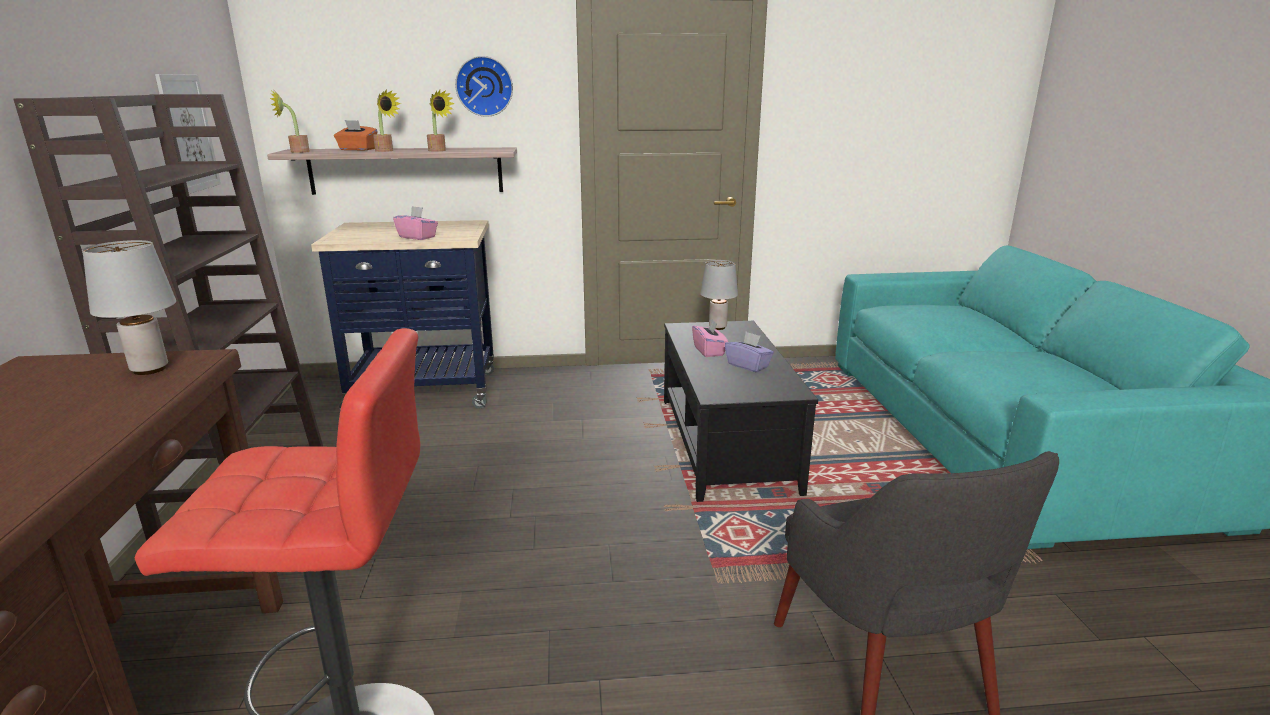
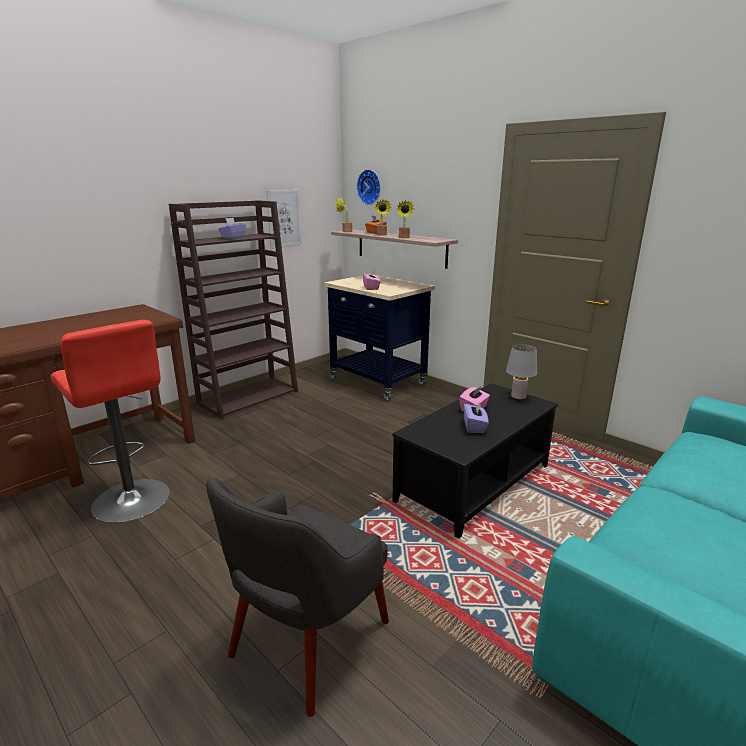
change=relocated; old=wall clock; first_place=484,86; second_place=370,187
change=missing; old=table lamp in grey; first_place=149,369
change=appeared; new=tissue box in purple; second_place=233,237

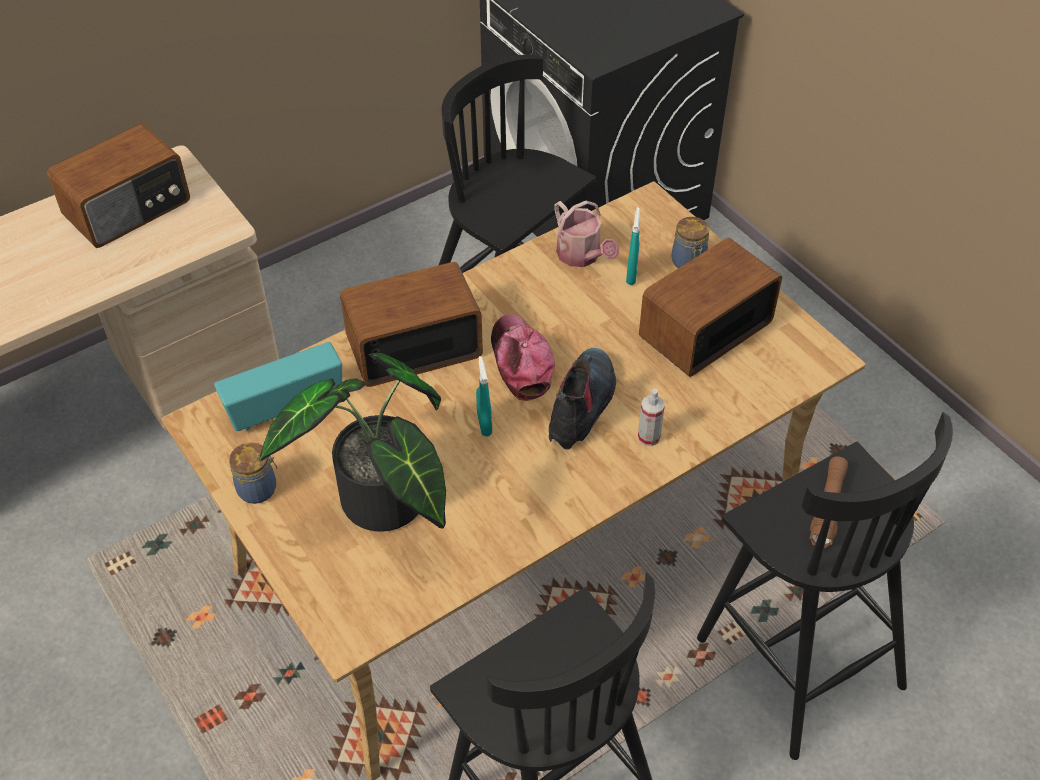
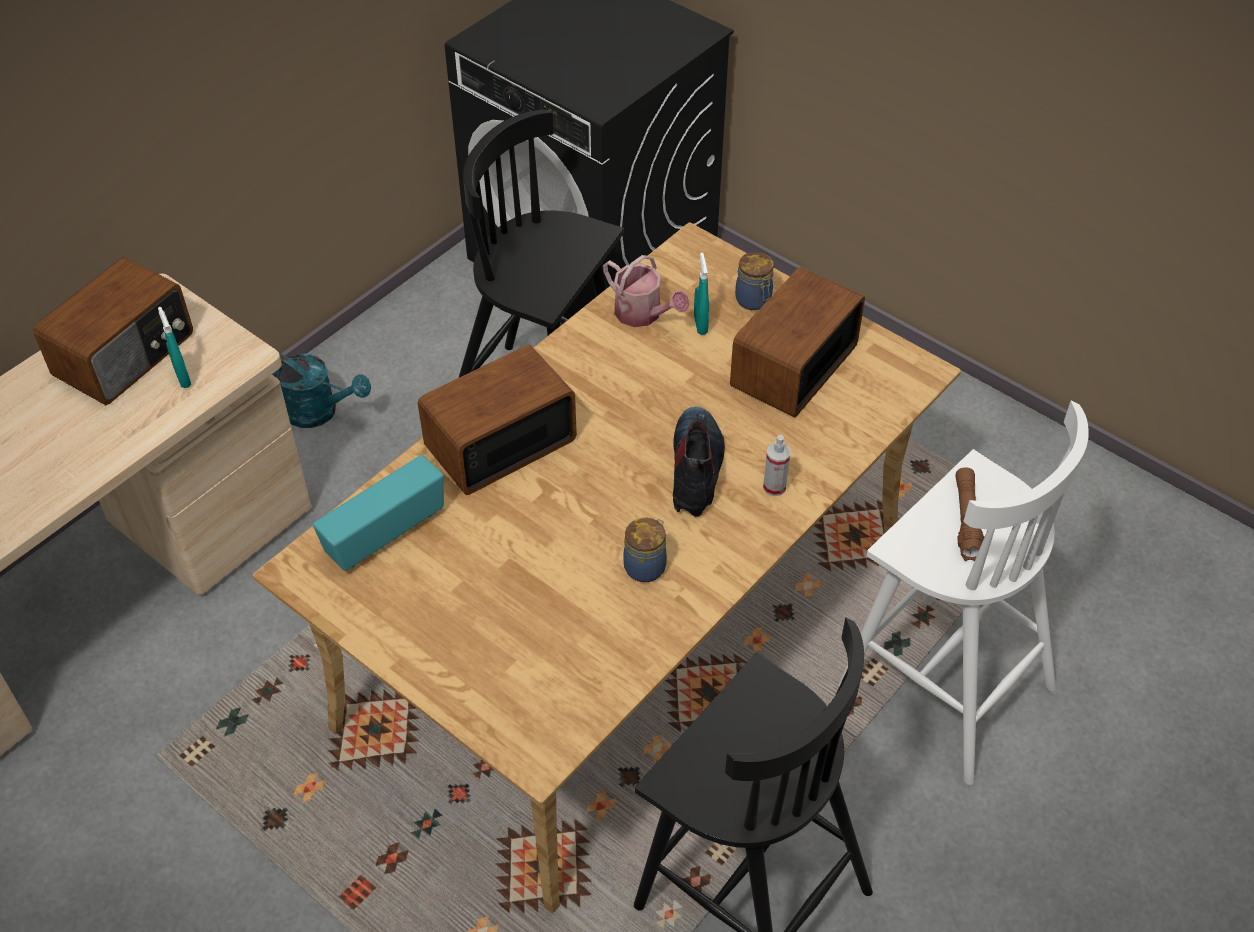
change=missing; old=cap; first_place=520,361
change=missing; old=potted plant; first_place=383,507
change=relocated; old=spray bottle in turquoise; first_place=484,424; second_place=183,378
change=colour; old=stool in black; new=stool in white; first_place=794,657; second_place=939,683
change=relocated; old=jar; first_place=259,488; second_place=646,566
change=appeared; new=watering can in turquoise; second_place=319,412

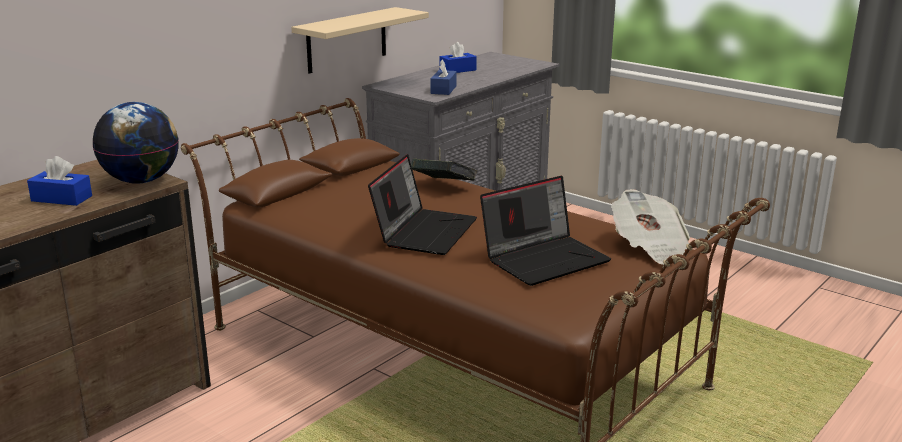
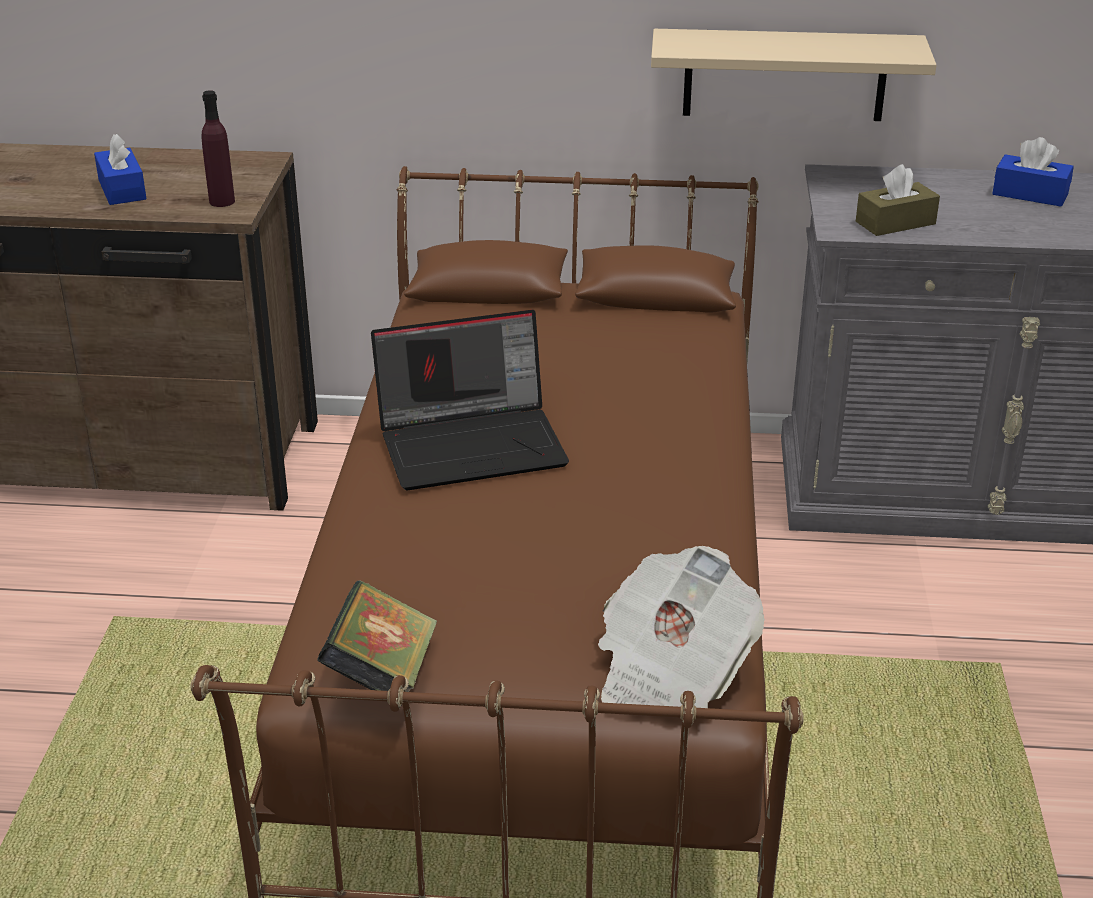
change=colour; old=tissue box in blue; new=tissue box in brown; first_place=443,90; second_place=895,223
change=exchanged; old=globe; new=bottle in purple; first_place=141,181; second_place=222,201
change=relocated; old=book; first_place=443,187; second_place=382,675
change=missing; old=laptop; first_place=545,258

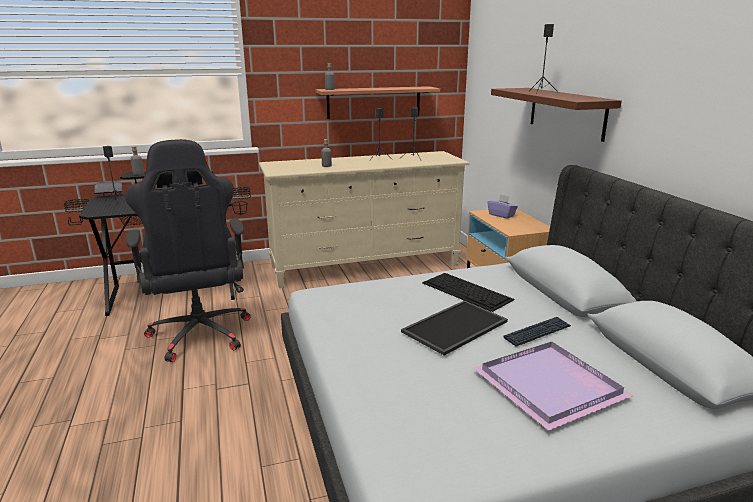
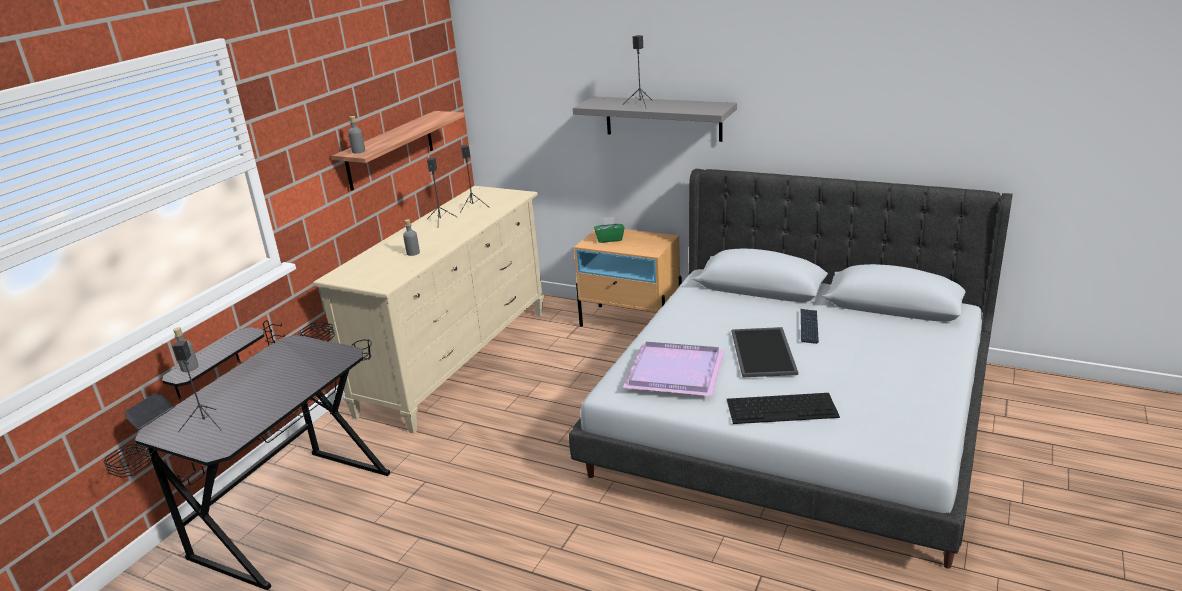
change=colour; old=shelf in brown; new=shelf in grey; first_place=566,112; second_place=663,118
change=missing; old=office chair in black; first_place=200,334
change=colour; old=tissue box in purple; new=tissue box in green; first_place=501,215; second_place=609,239
change=relocated; old=keyboard; first_place=467,291; second_place=782,408
change=relocated; old=tray in purple; first_place=552,386; second_place=677,371

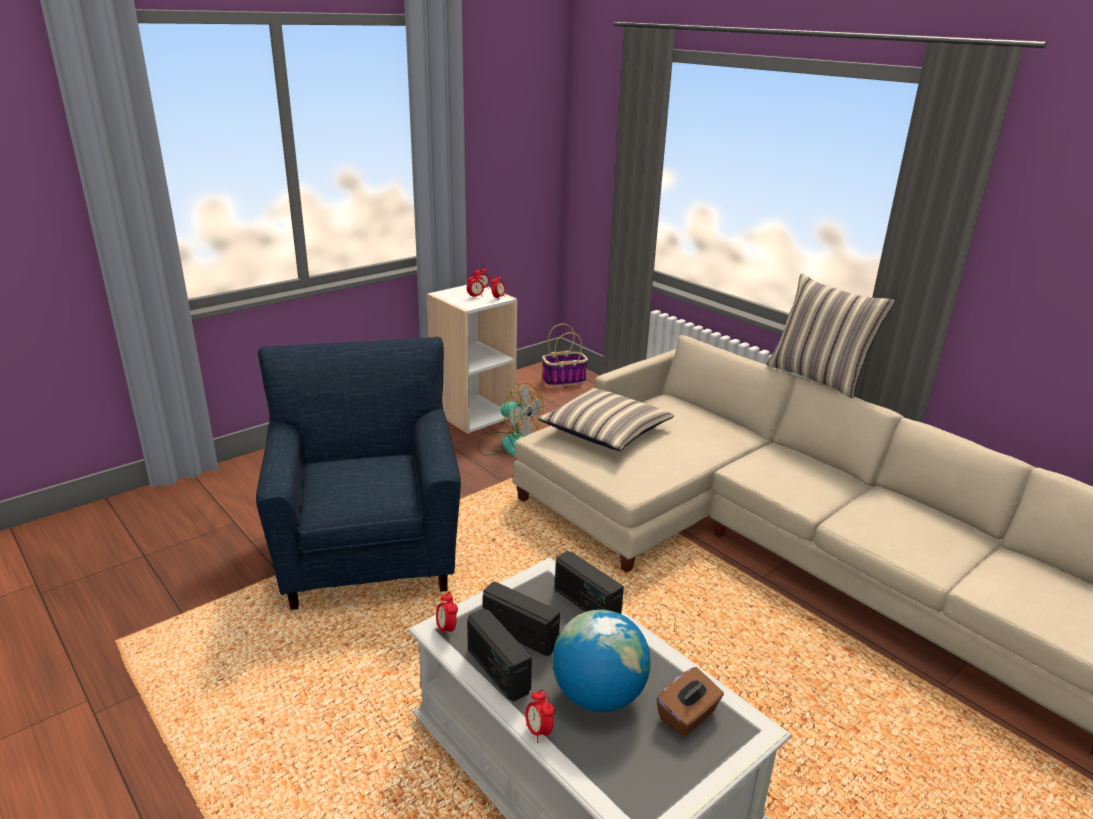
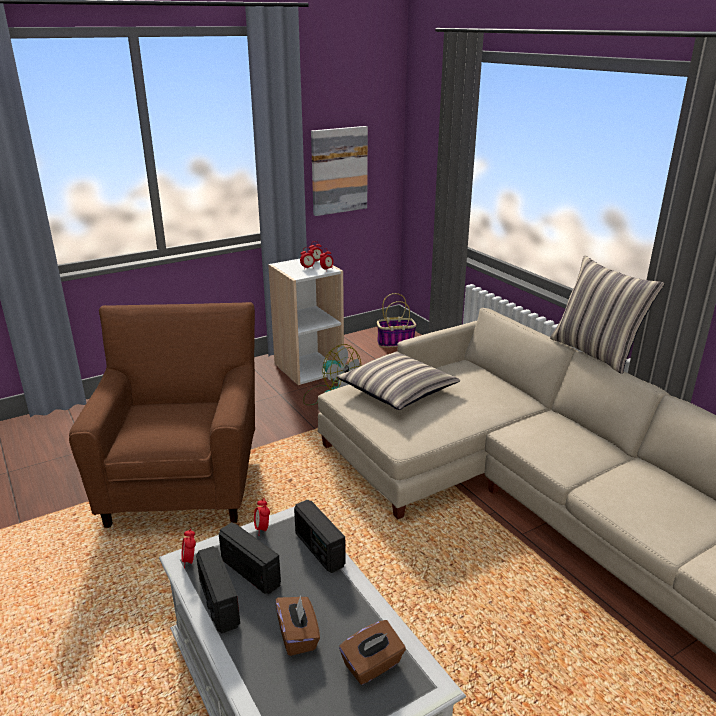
change=colour; old=armchair in blue; new=armchair in brown; first_place=368,551; second_place=183,482
change=exchanged; old=globe; new=tissue box in brown; first_place=598,695; second_place=298,636
change=relocated; old=alarm clock; first_place=538,731; second_place=262,529
change=appeared; new=picture; second_place=339,170

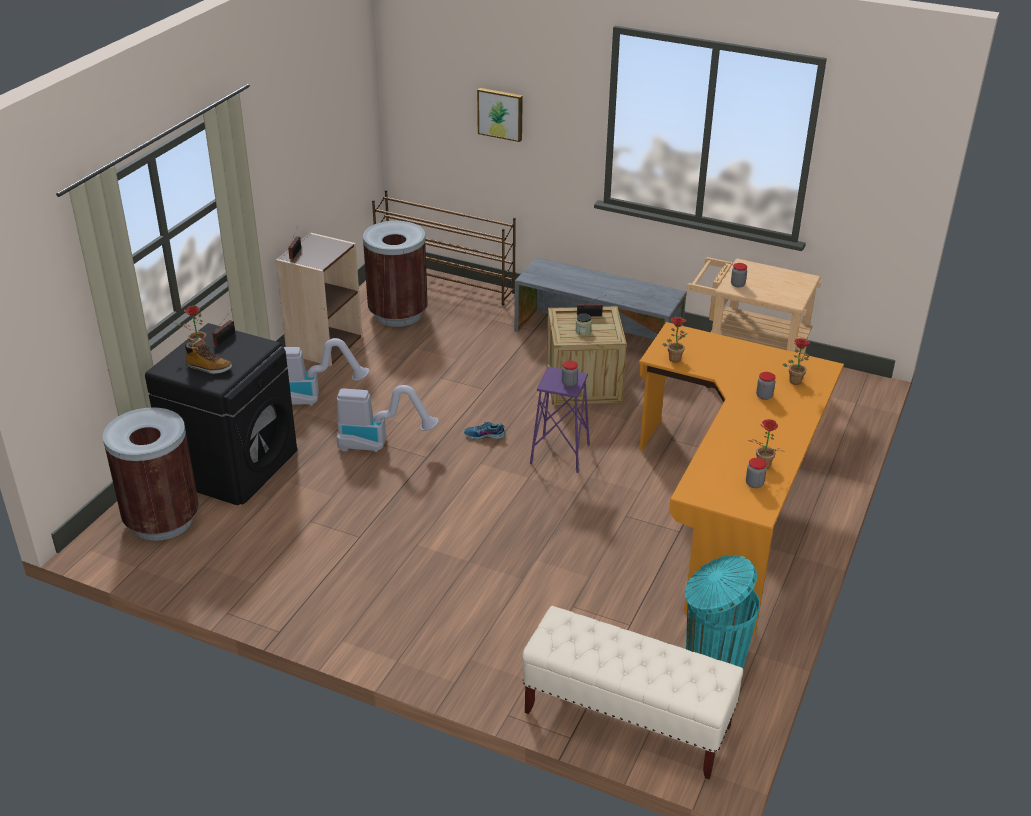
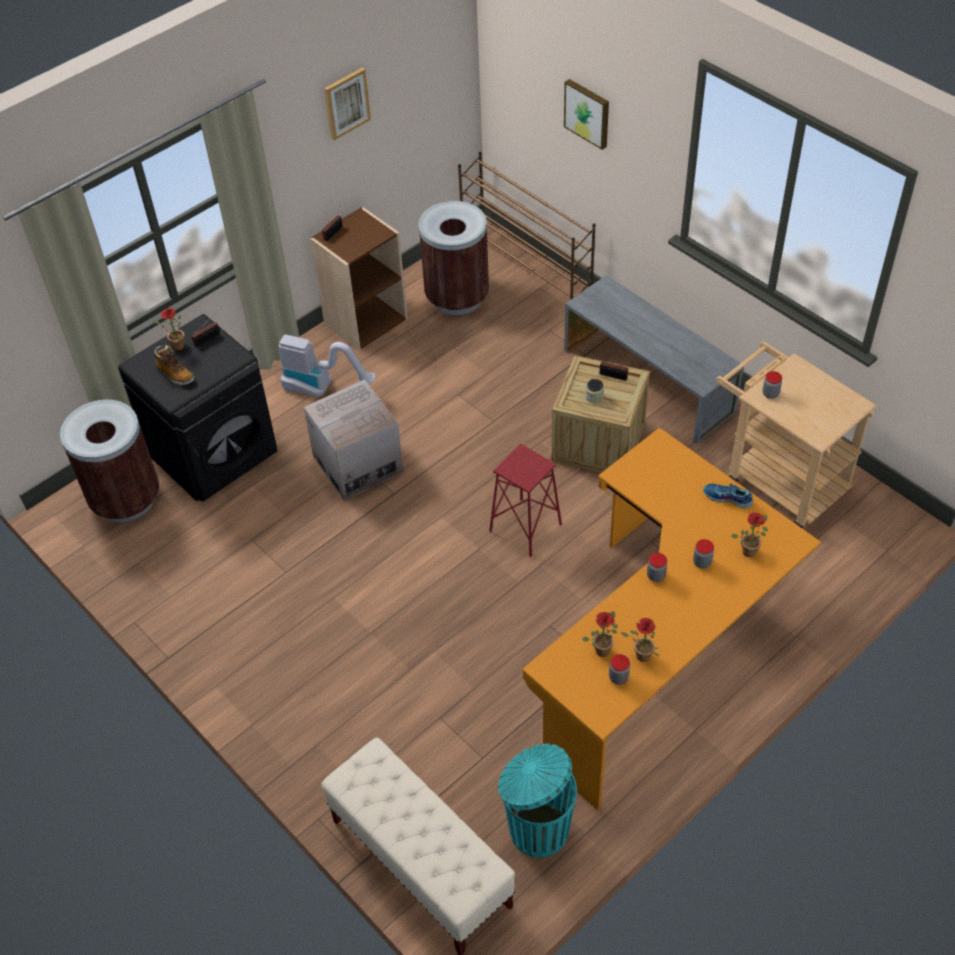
change=relocated; old=potted plant; first_place=673,358; second_place=602,647
change=relocated; old=jar; first_place=569,383; second_place=656,575
change=colour; old=stool in purple; new=stool in red; first_place=560,454; second_place=525,527
change=exchanged; old=vacuum cleaner; new=cardboard box; first_place=380,444; second_place=358,464
change=relocated; old=shoe; first_place=484,435; second_place=727,498
change=appeared; new=picture; second_place=346,103

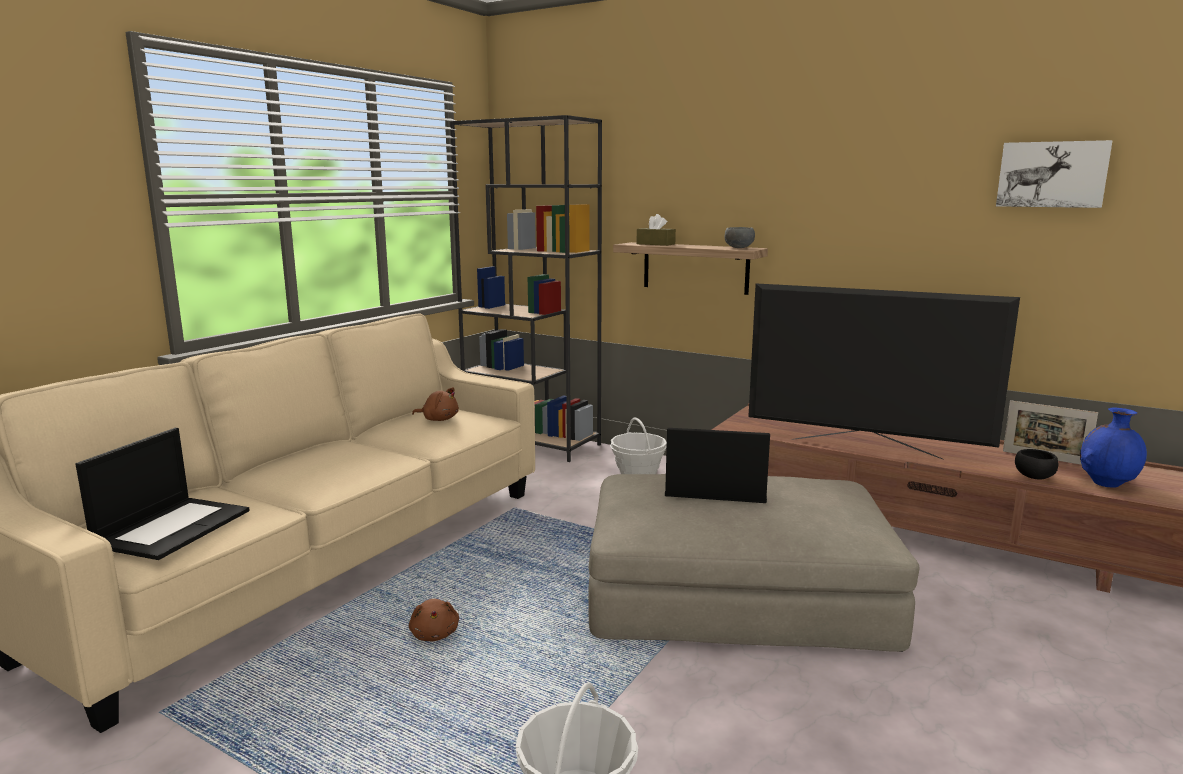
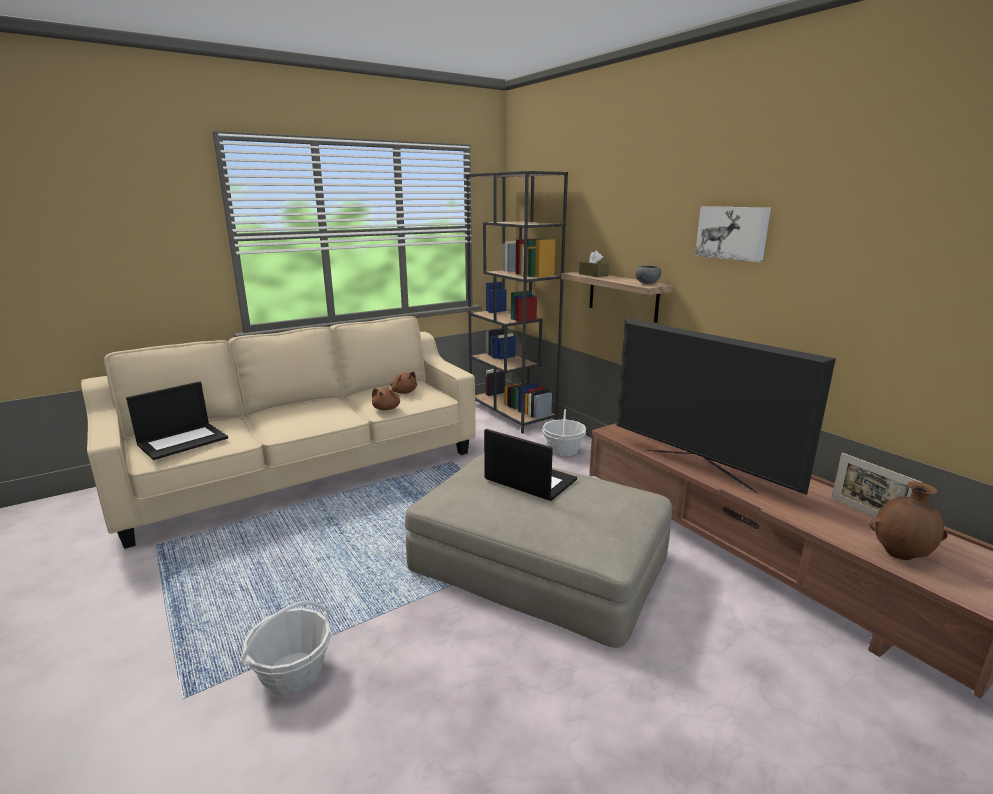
change=relocated; old=picture; first_place=1052,174; second_place=732,233
change=colour; old=vase in blue; new=vase in brown; first_place=1107,484; second_place=900,555
change=missing; old=bowl in black; first_place=1034,477
change=relocated; old=plush toy in brown; first_place=435,634; second_place=387,408

